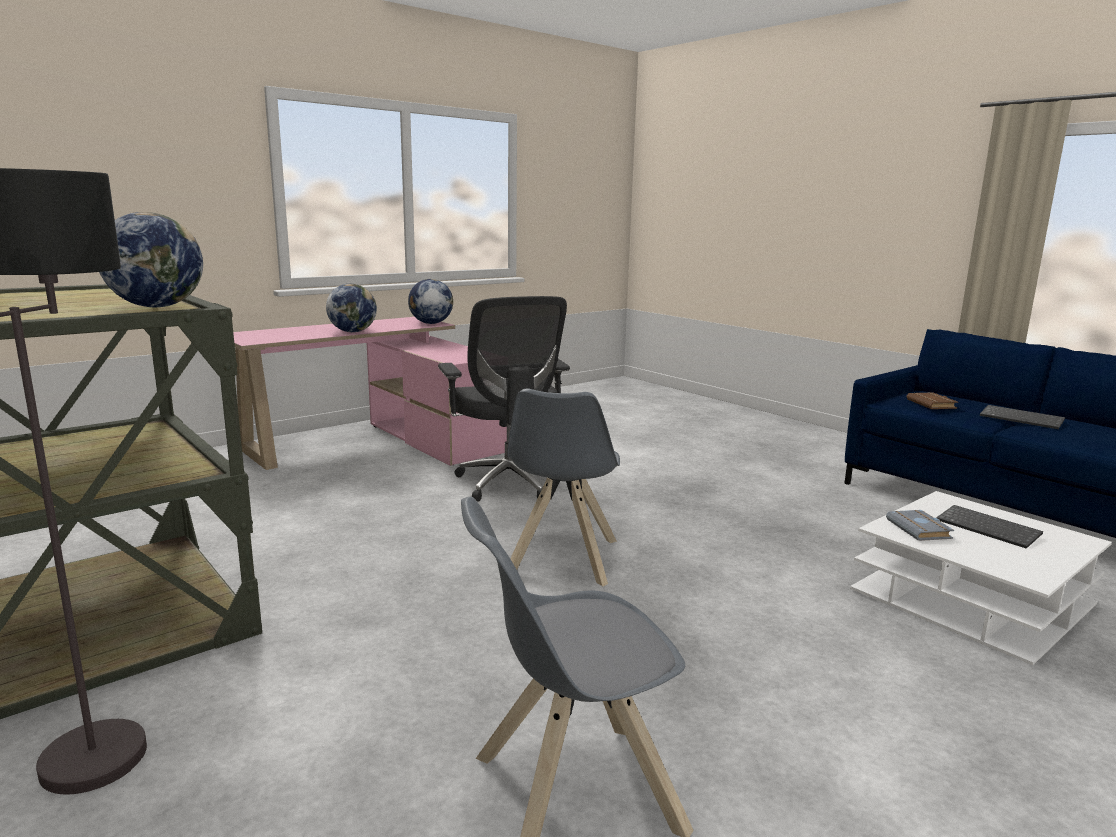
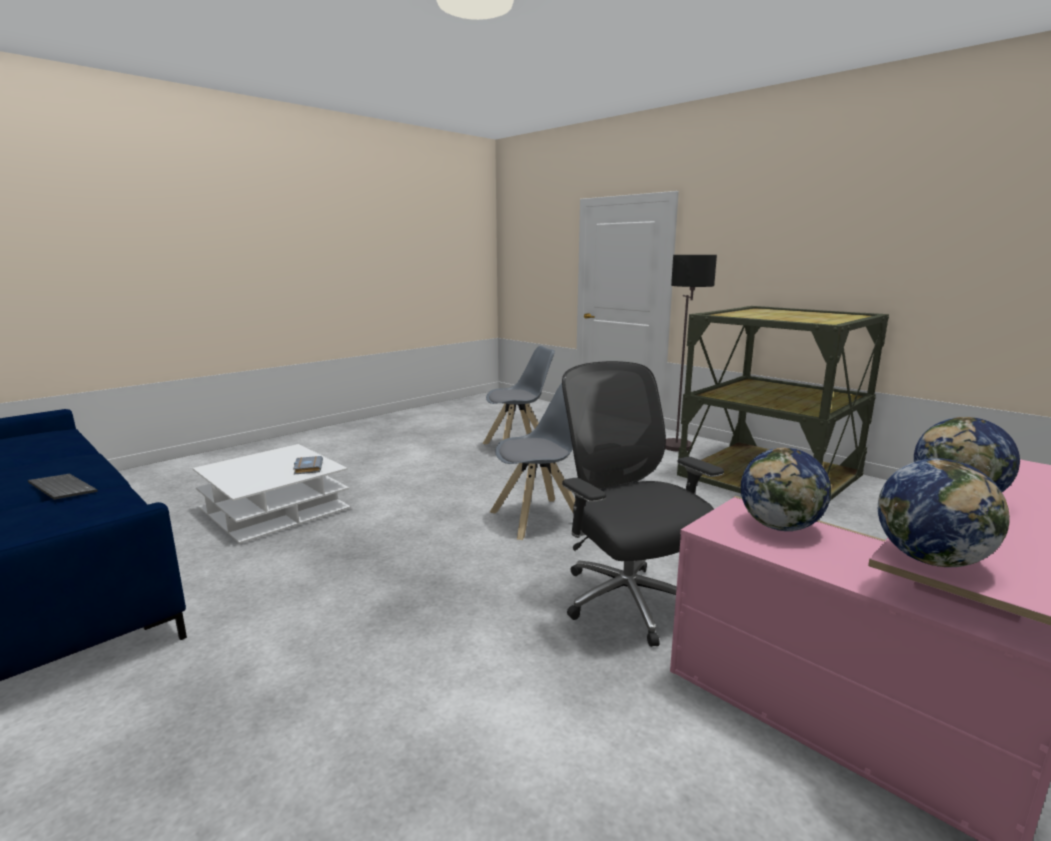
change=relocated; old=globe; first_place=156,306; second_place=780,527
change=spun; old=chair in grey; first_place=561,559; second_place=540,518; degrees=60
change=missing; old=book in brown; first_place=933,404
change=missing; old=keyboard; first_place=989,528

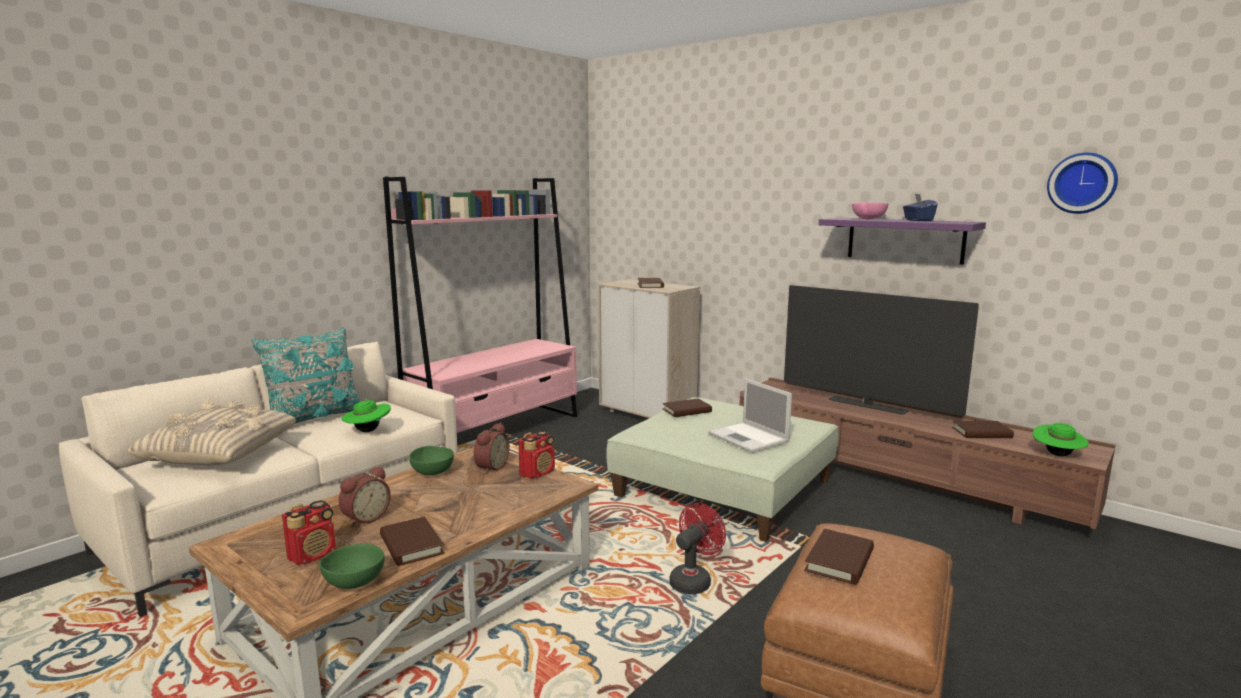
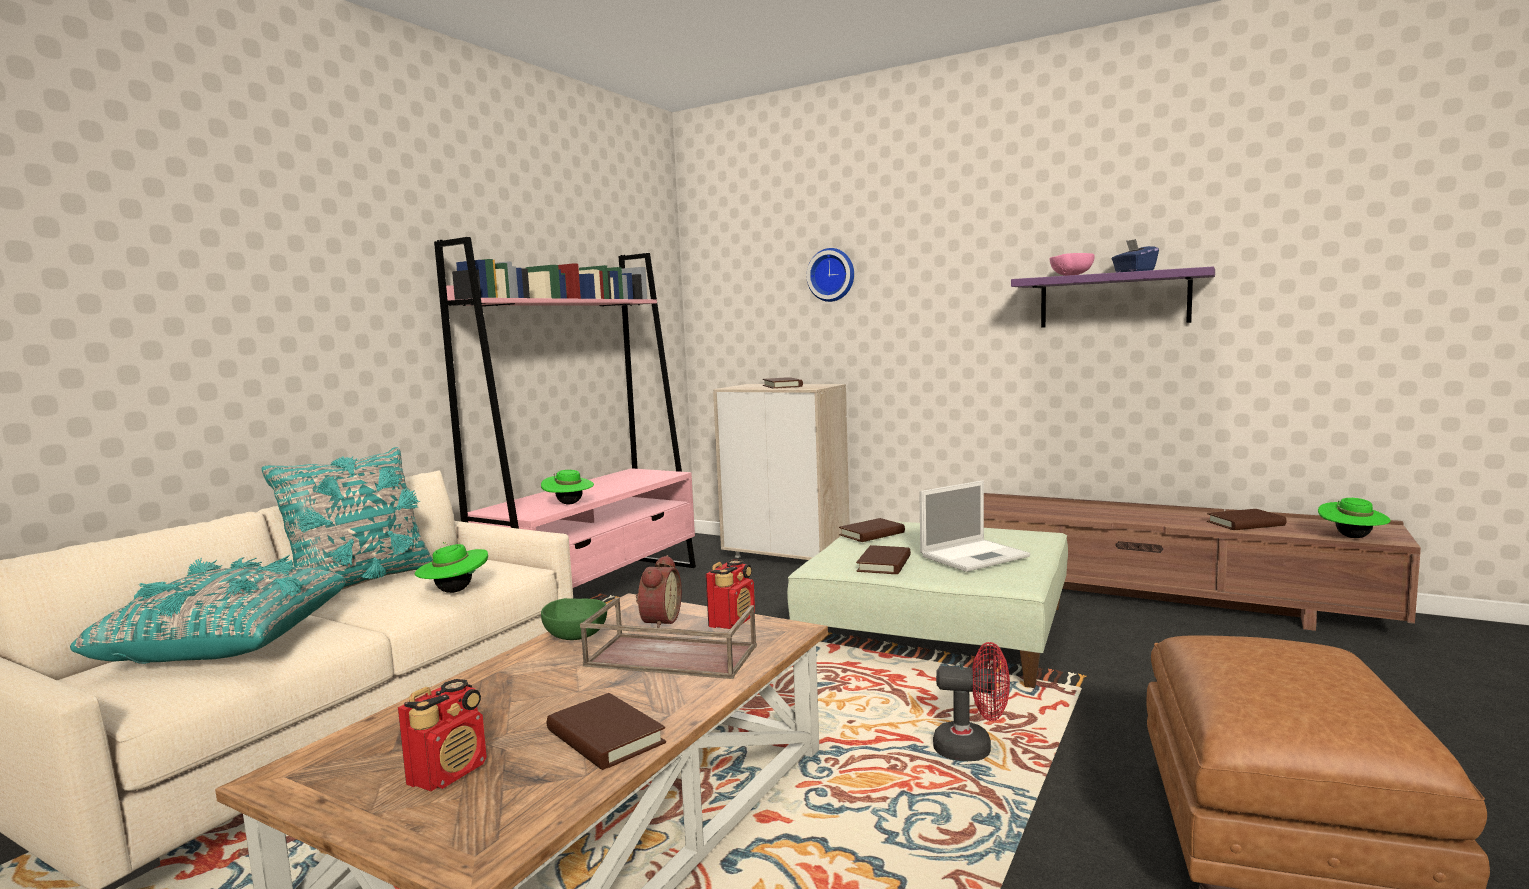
change=relocated; old=wall clock; first_place=1082,183; second_place=832,275
change=missing; old=television; first_place=867,405
change=spun; old=laptop; first_place=749,438; second_place=975,556; degrees=-75
change=colour; old=pillow in beige; new=pillow in turquoise; first_place=219,456; second_place=227,646
change=missing; old=alarm clock; first_place=365,518
change=spun; old=fan in red; first_place=693,580; second_place=972,749; degrees=75
change=relocated; old=book in brown; first_place=839,560; second_place=884,564
change=missing; old=bowl in green; first_place=353,583
change=appeared; new=hat in green; second_place=569,504
change=appeared; new=tray in brown; second_place=669,657

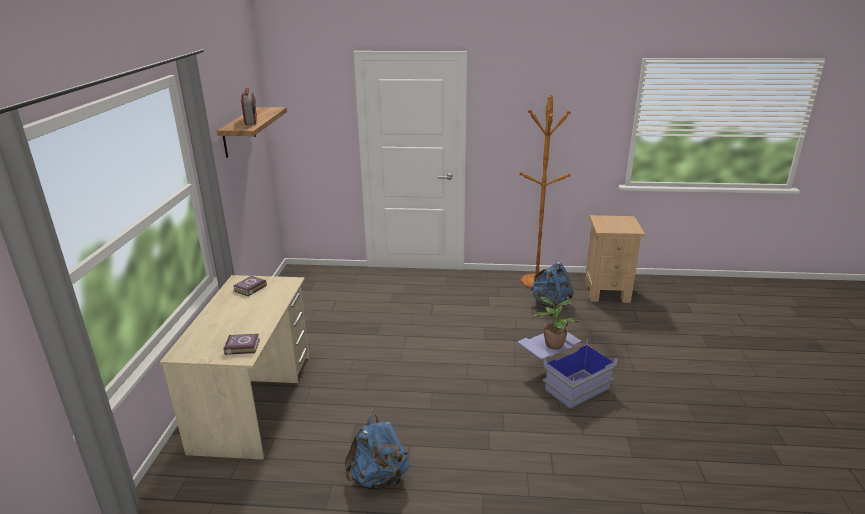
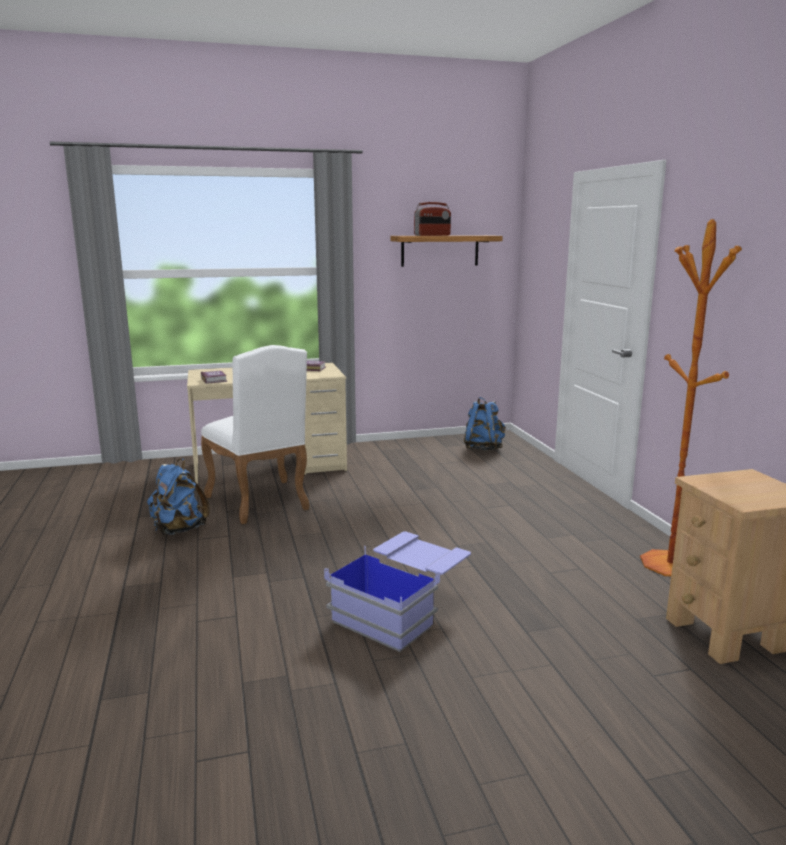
change=relocated; old=backpack in blue; first_place=550,304; second_place=483,448
change=missing; old=potted plant; first_place=552,344
change=appeared; new=chair in white; second_place=261,503

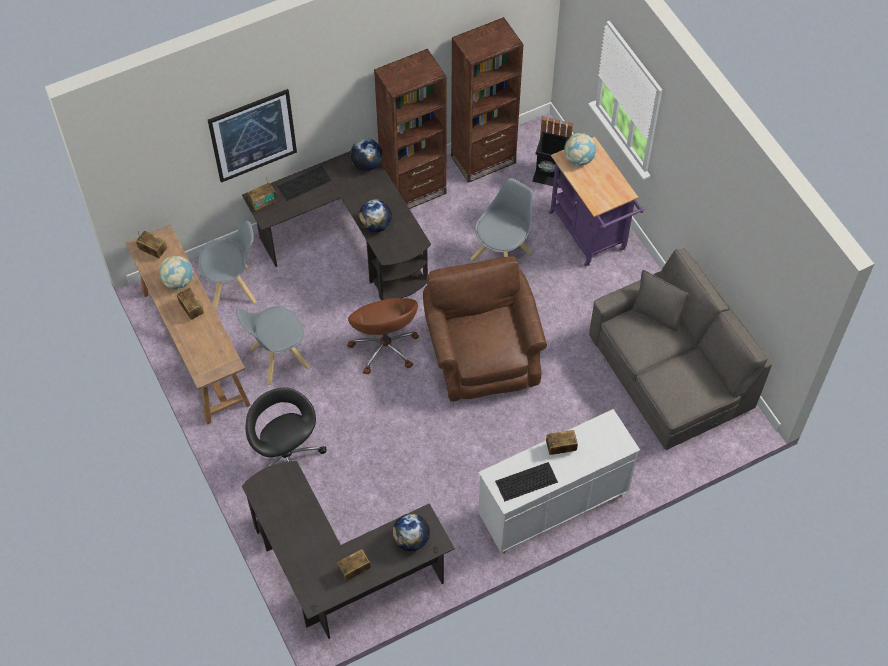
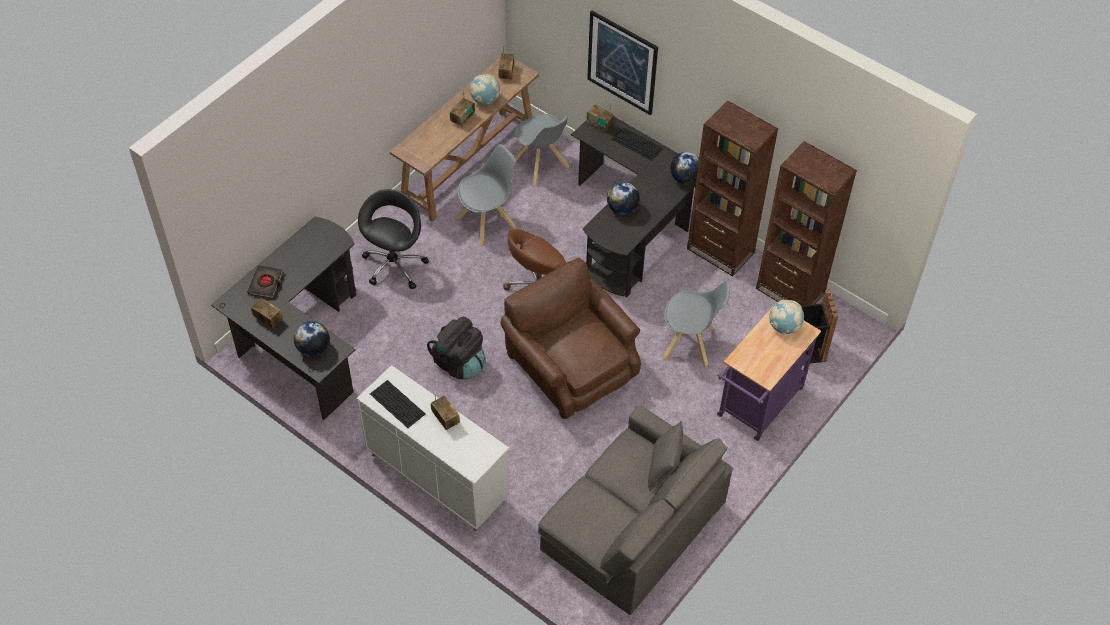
change=spun; old=armchair in brown; first_place=482,355; second_place=570,367; degrees=-90
change=spun; old=chair in grey; first_place=277,358; second_place=487,222; degrees=105
change=appeared; new=book in black; second_place=266,283
change=appeared; new=backpack in black; second_place=459,363

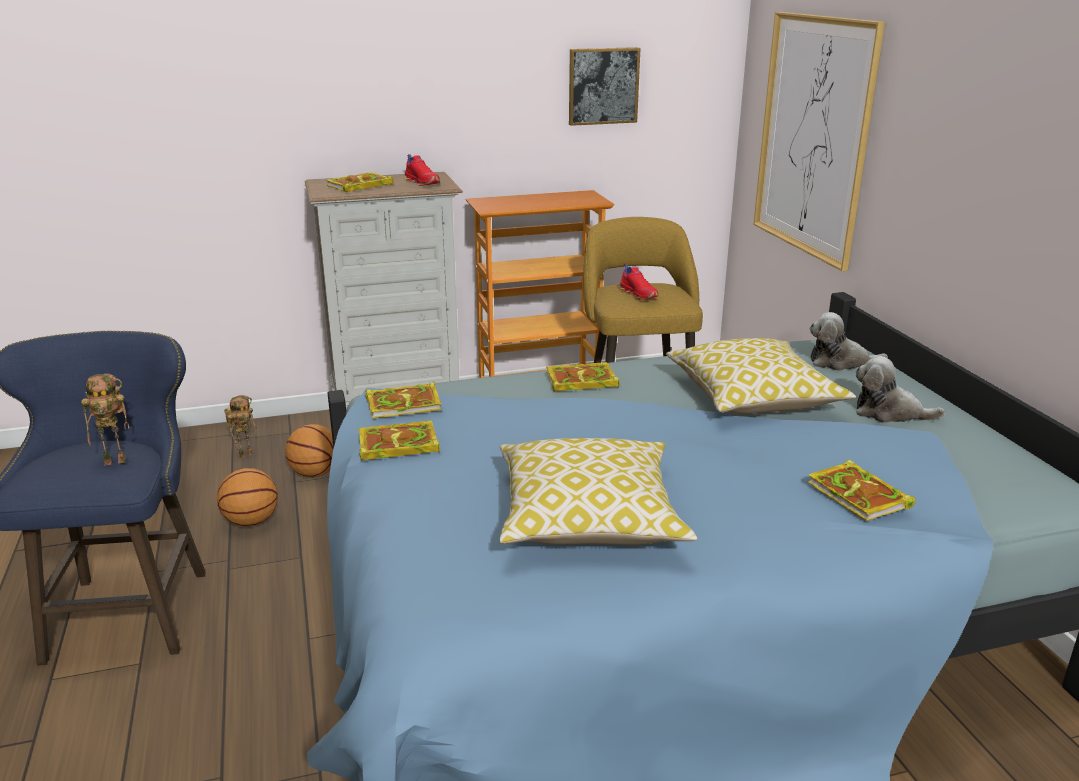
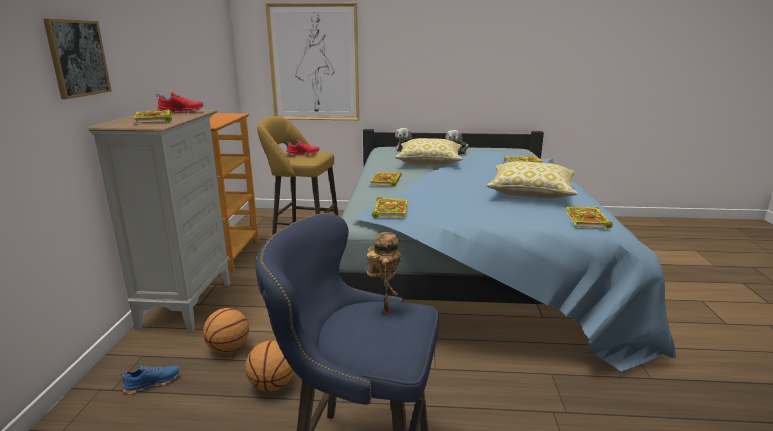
change=relocated; old=picture; first_place=603,86; second_place=78,58
change=exchanged; old=toy robot; new=shoe in blue; first_place=246,454; second_place=152,383
change=relocated; old=book; first_place=396,446; second_place=587,220

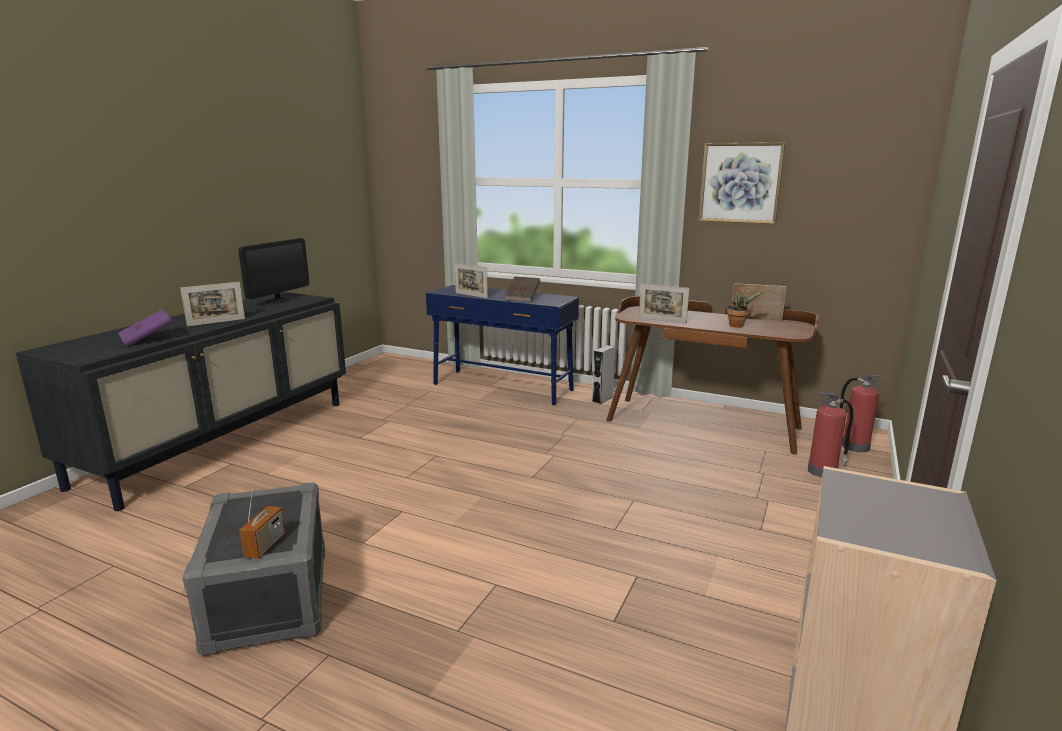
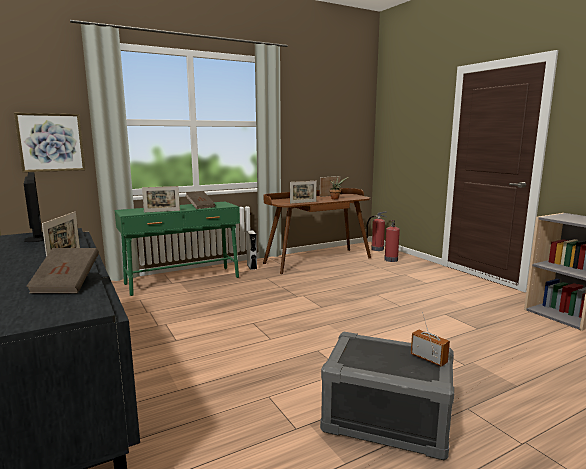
change=relocated; old=picture; first_place=740,183; second_place=51,142
change=colour; old=console table in blue; new=console table in green; first_place=502,387; second_place=183,281
change=colour; old=book in purple; new=book in brown; first_place=148,340; second_place=67,285

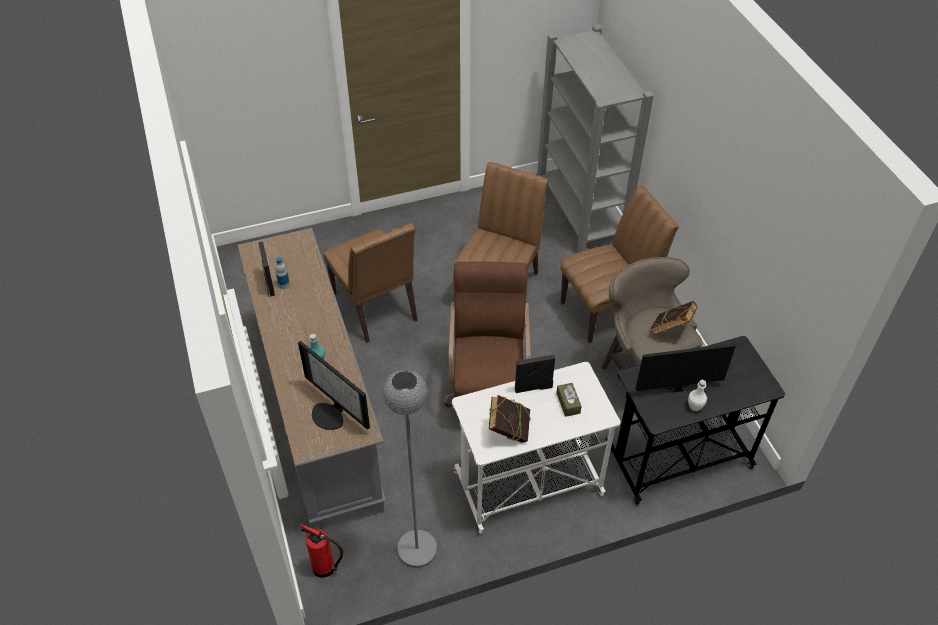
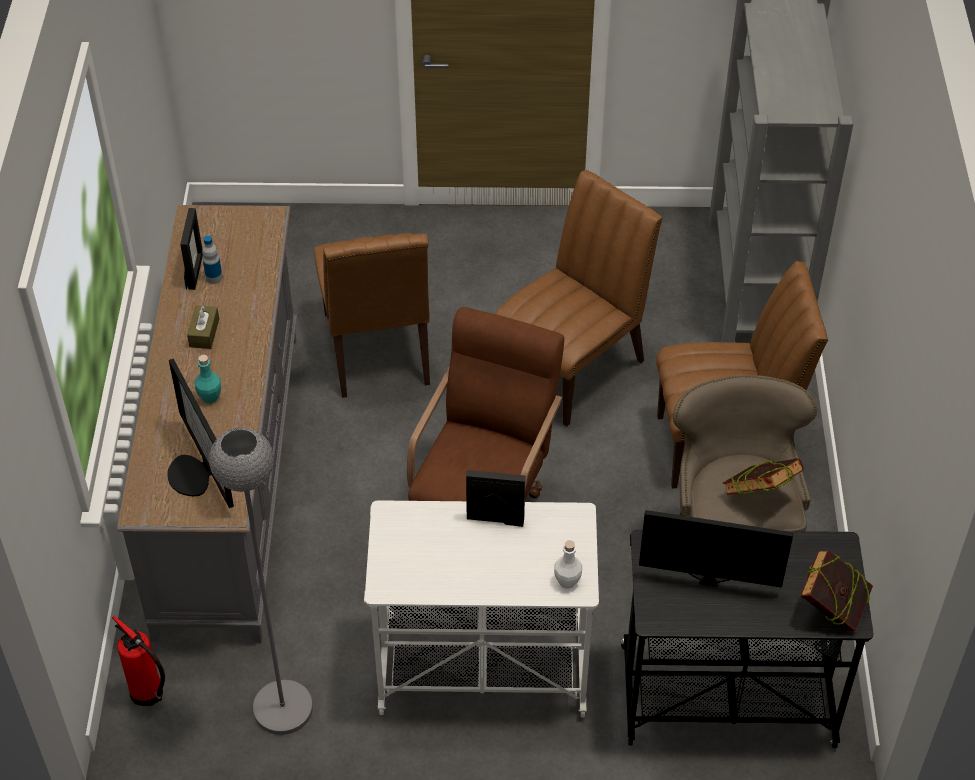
change=relocated; old=bottle in white; first_place=695,406; second_place=567,581
change=relocated; old=tissue box in brown; first_place=568,403; second_place=204,333
change=relocated; old=book; first_place=508,432; second_place=831,610

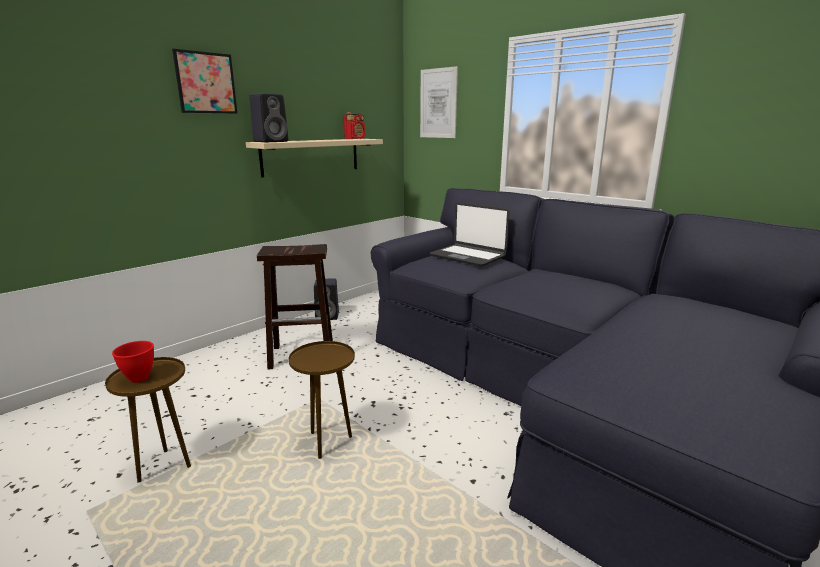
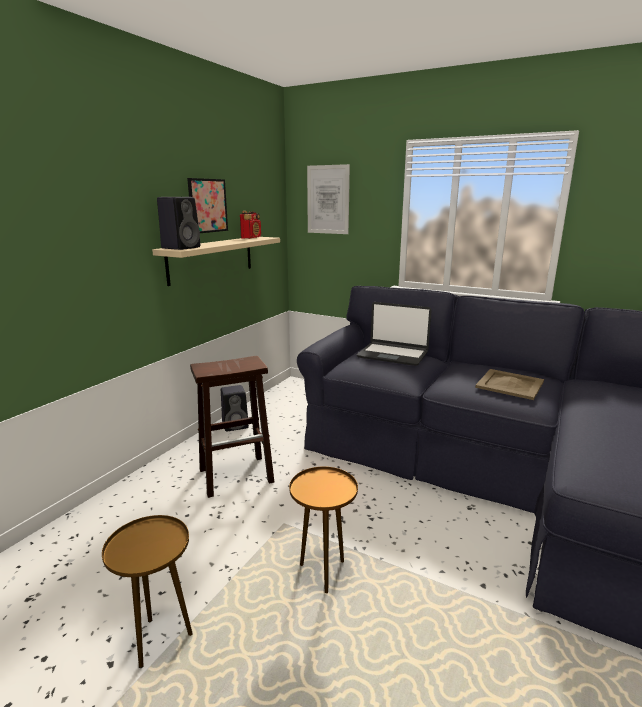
change=relocated; old=picture; first_place=206,83; second_place=208,205
change=missing; old=bowl in red; first_place=138,378
change=appeared; new=tray in beige; second_place=509,384

